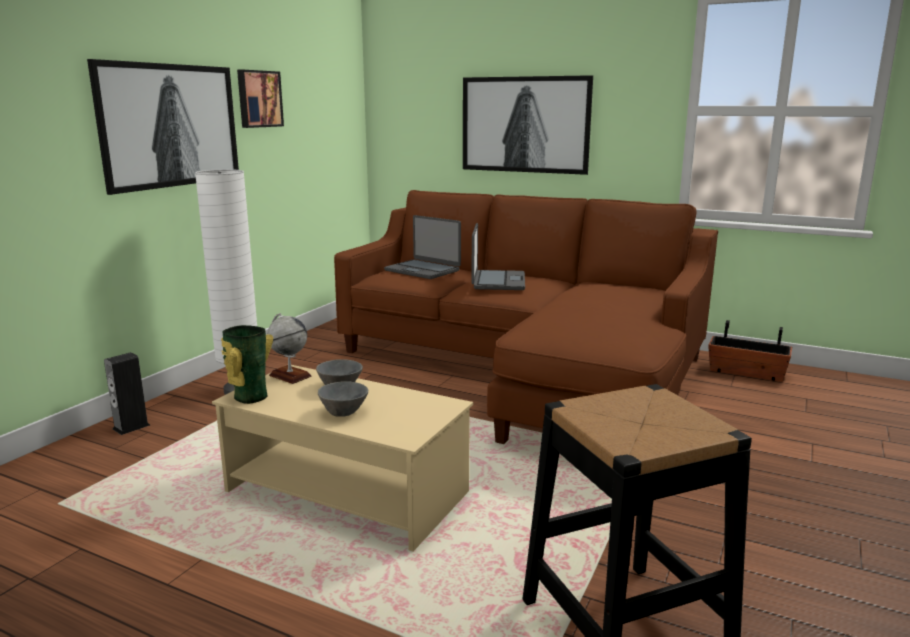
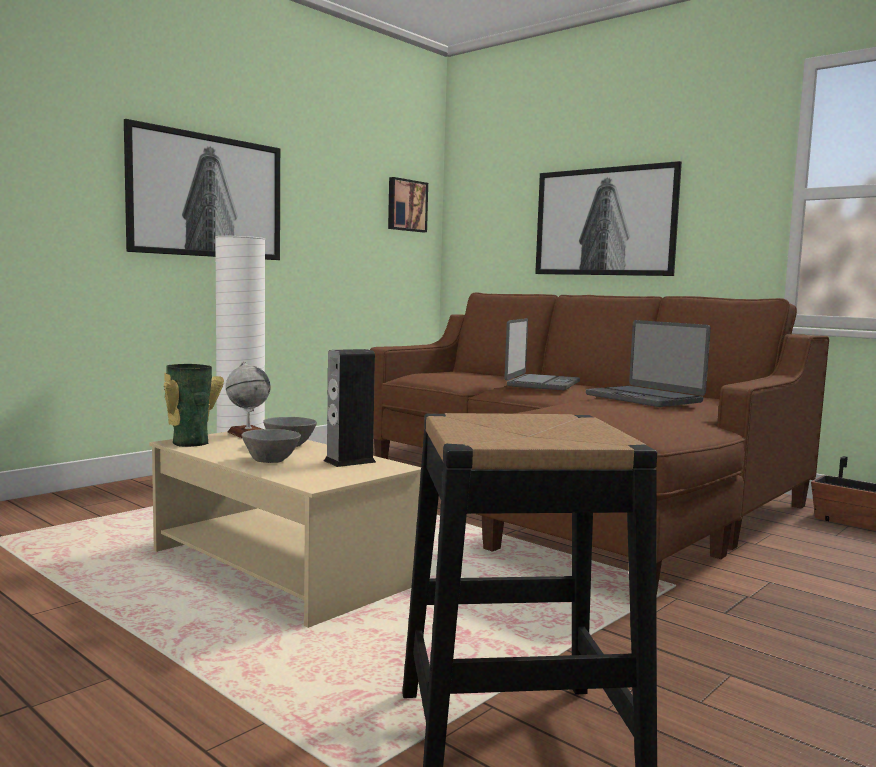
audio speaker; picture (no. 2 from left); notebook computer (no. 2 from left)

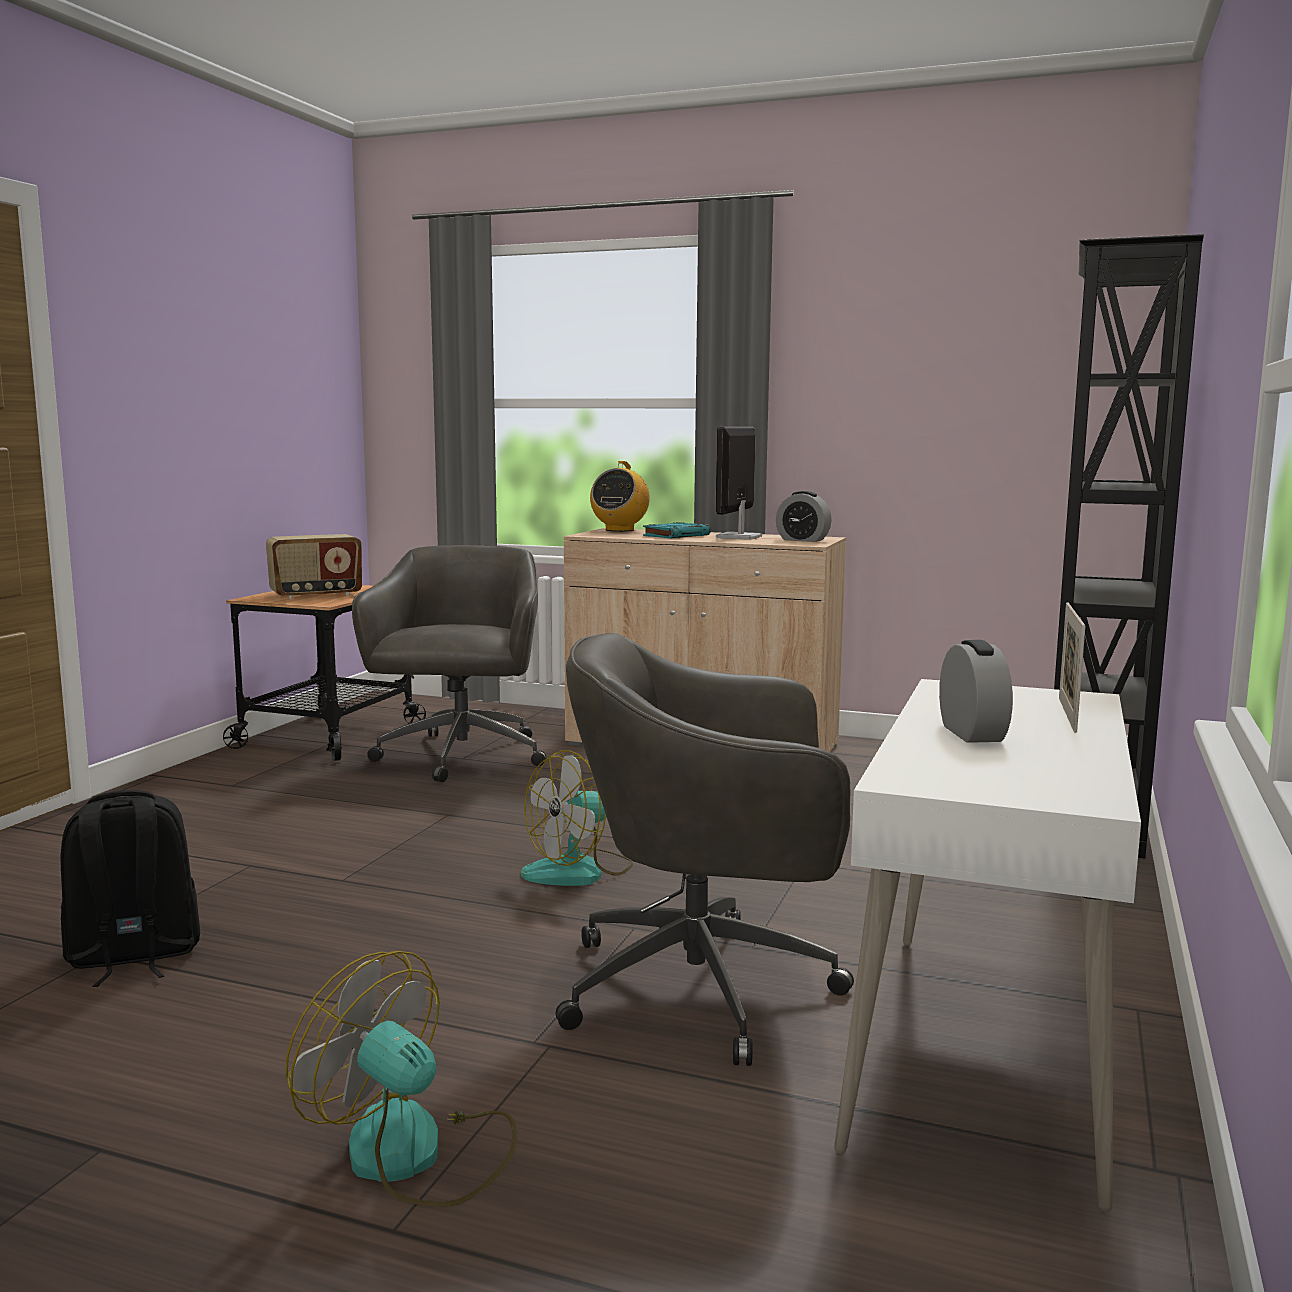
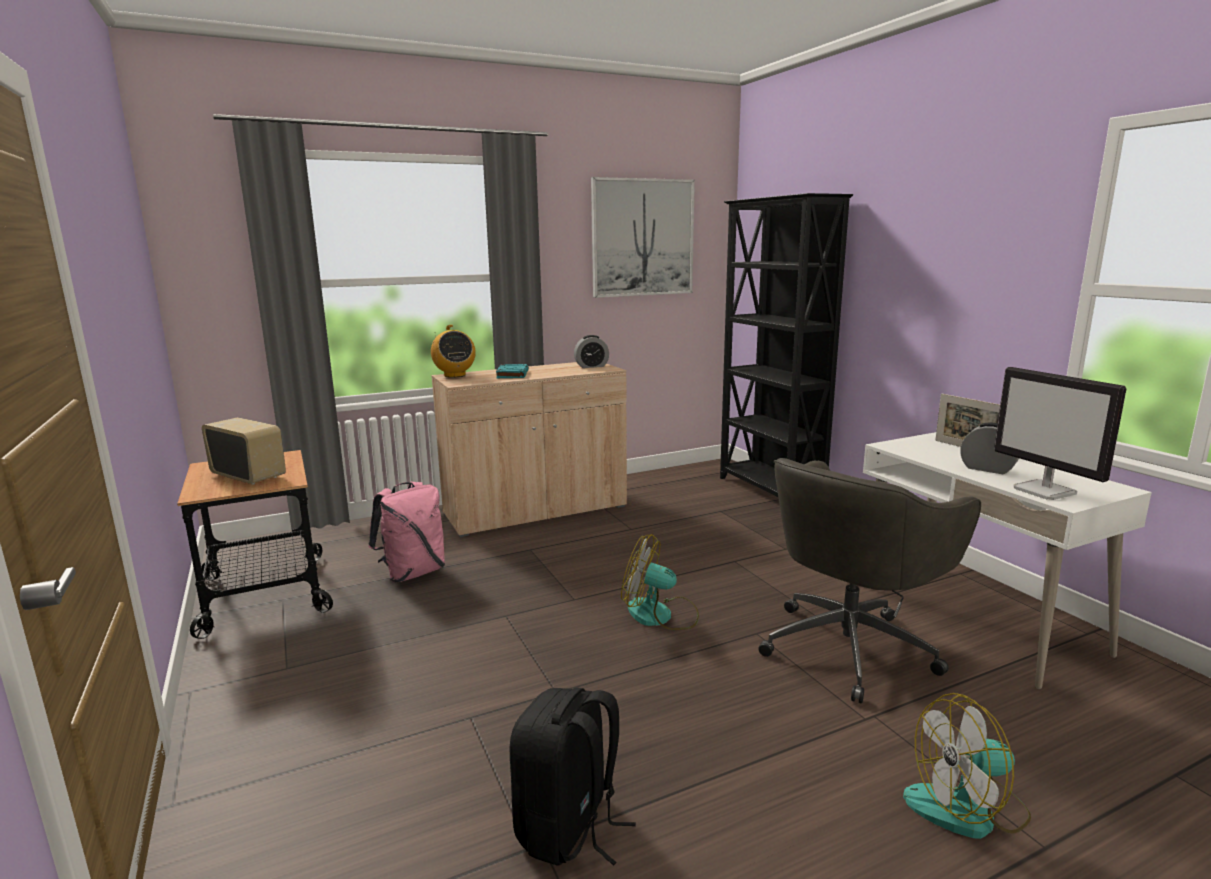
radio receiver (no. 1 from left); rucksack/pink; picture; electric fan (no. 1 from left); computer display

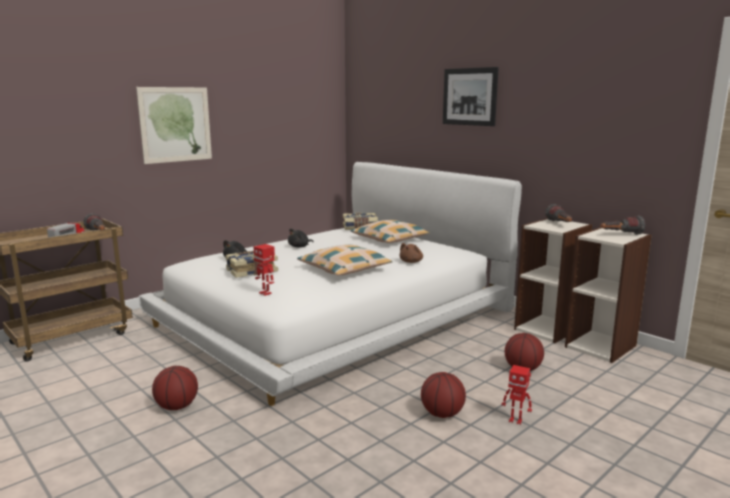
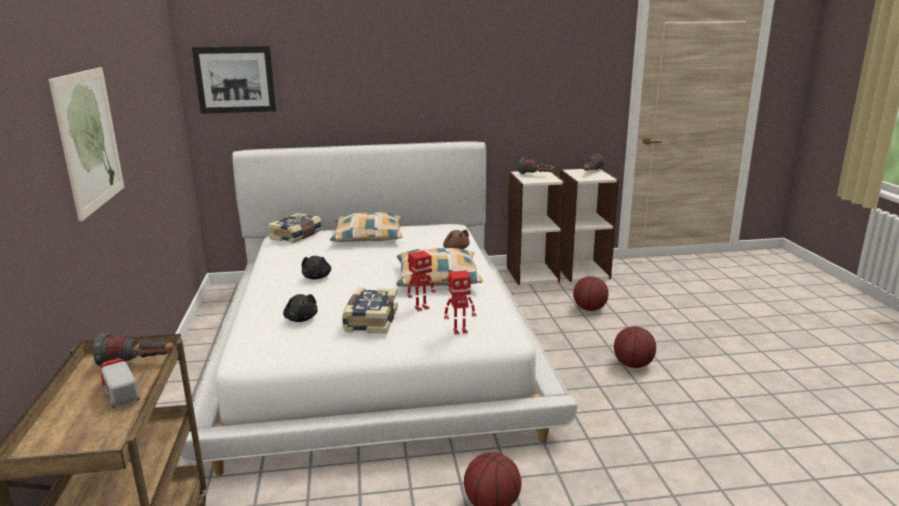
picture (no. 2 from left); model robot (no. 1 from left)

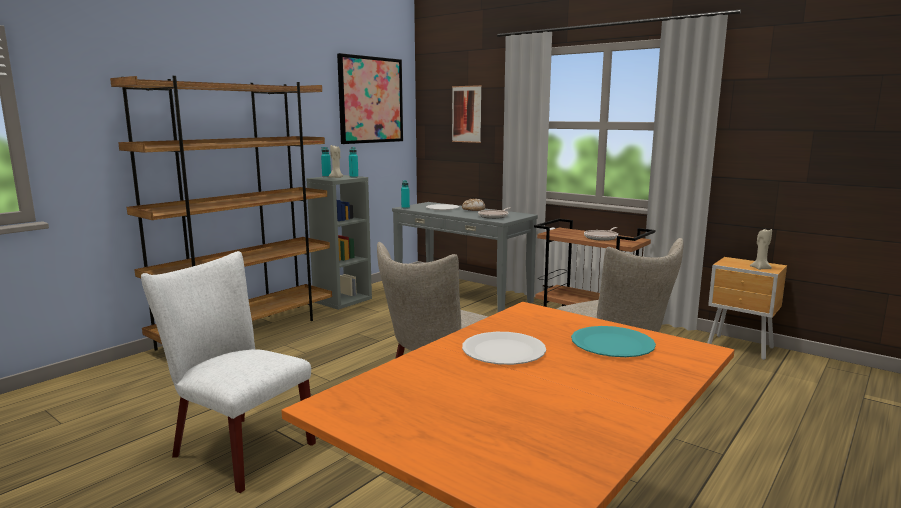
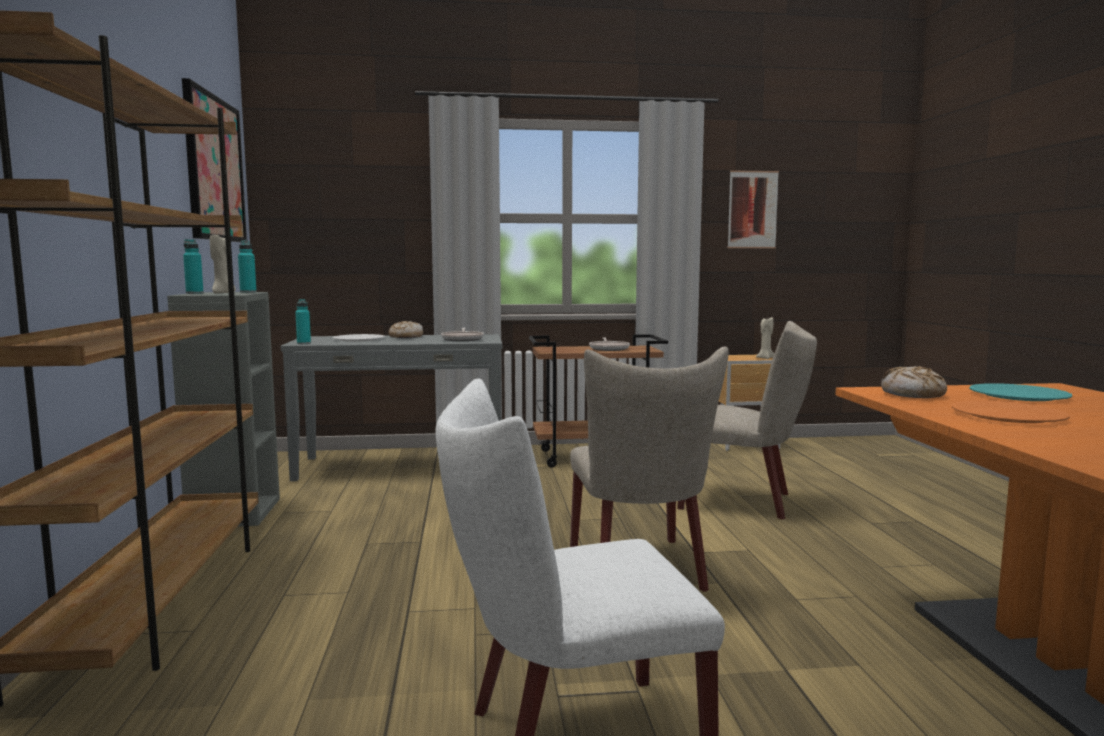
picture (no. 2 from left); baked bread (no. 2 from left); flat dish/orangey

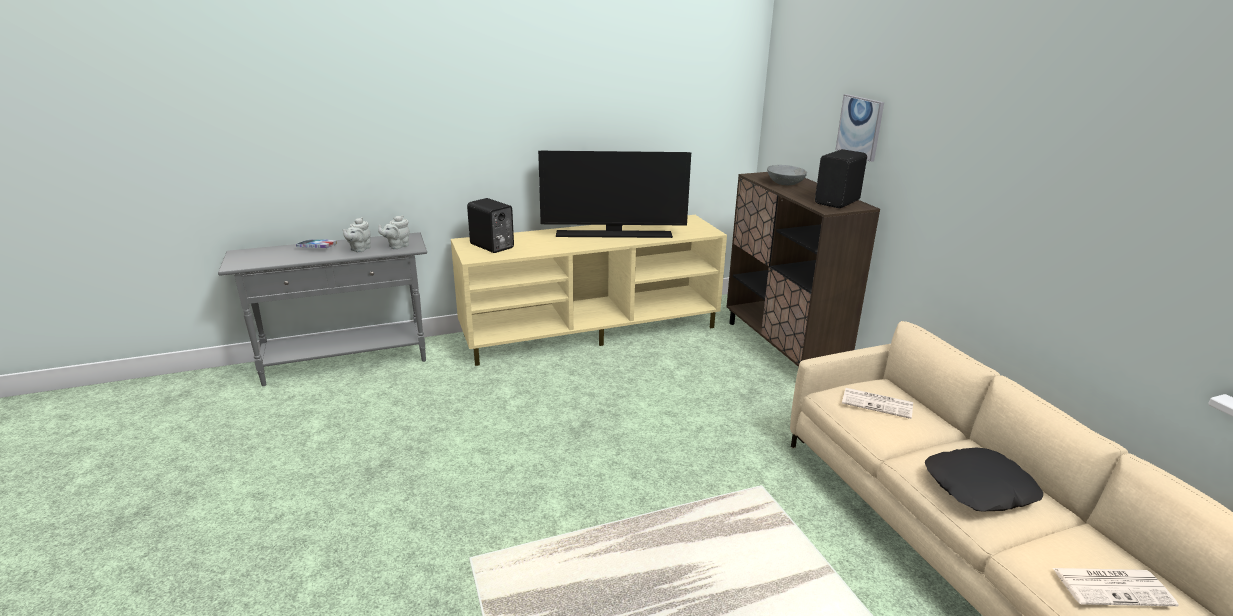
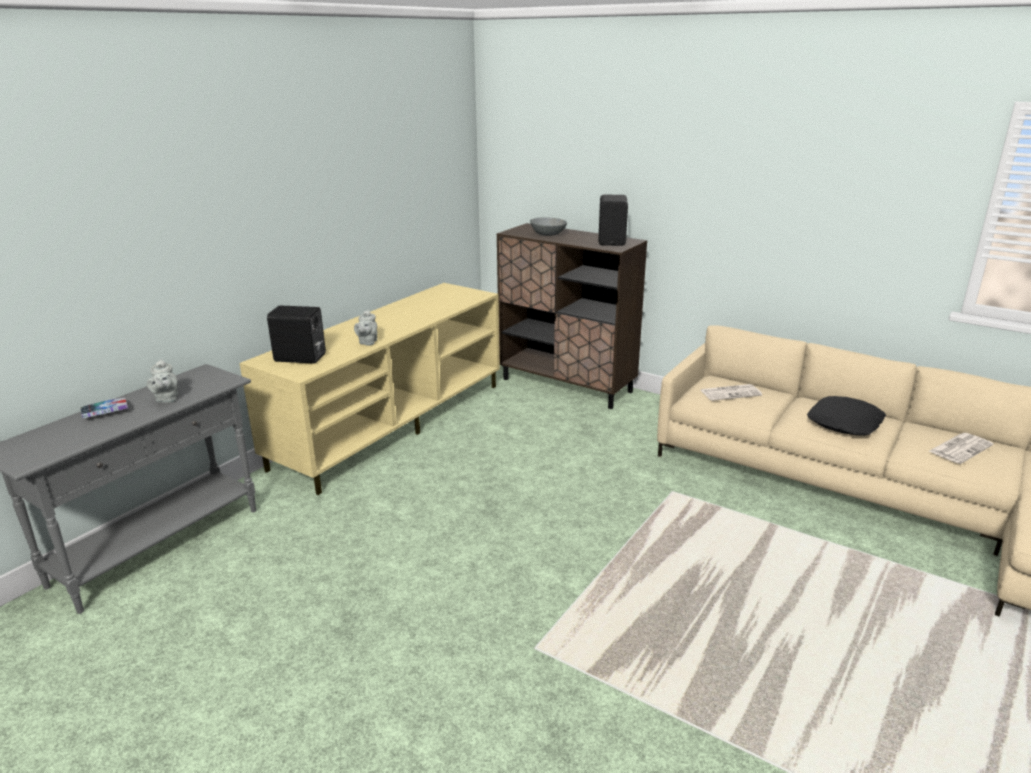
pot for tea/greyish (no. 2 from left); TV; picture

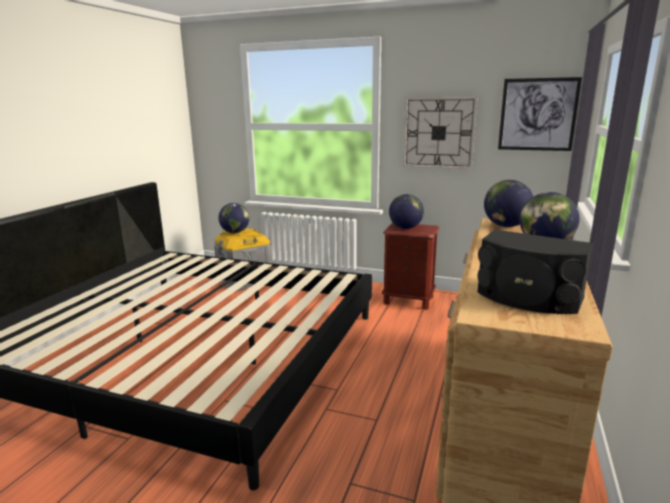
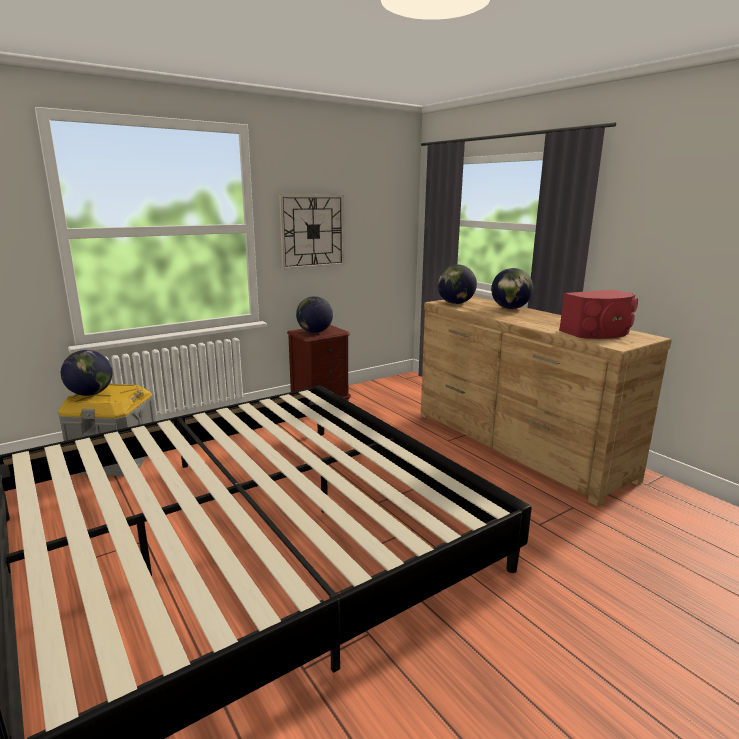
audio speaker/red; picture

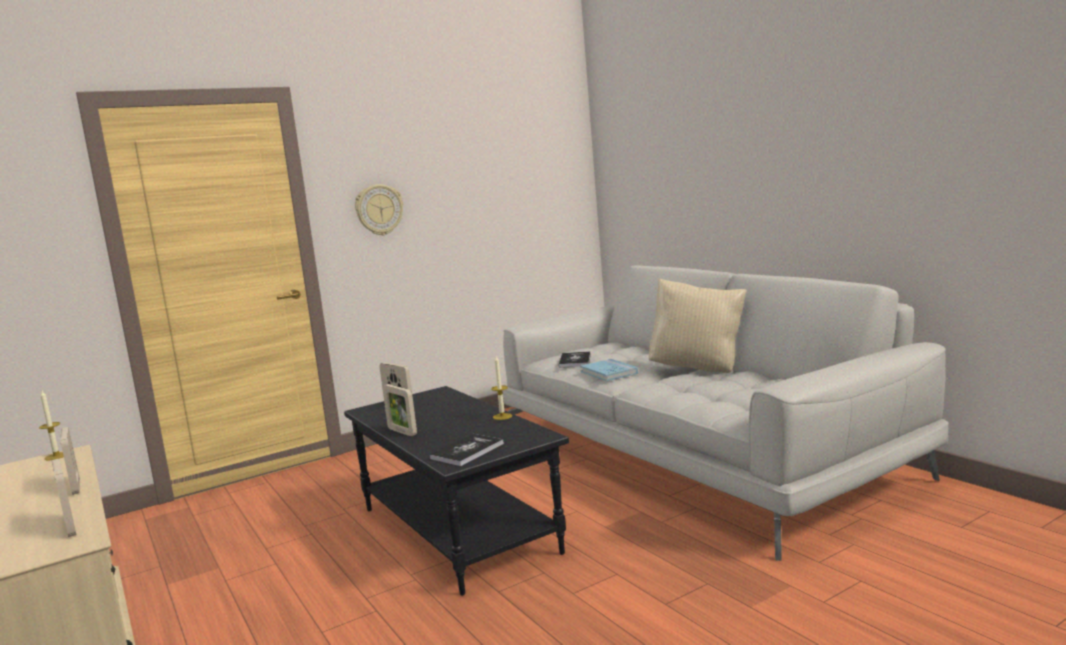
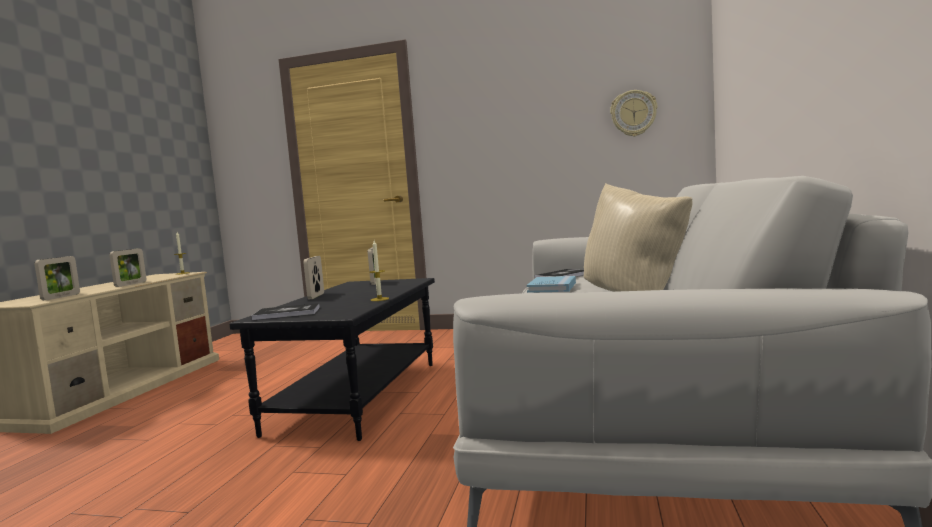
hanging clock

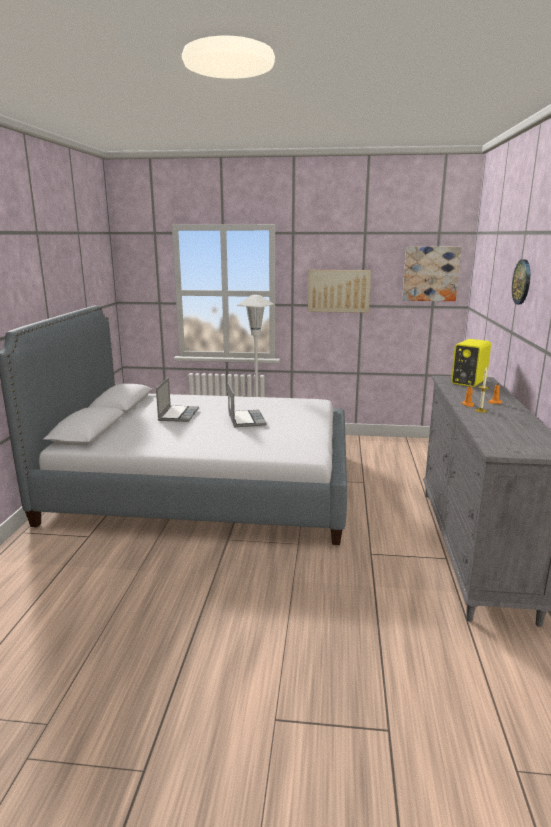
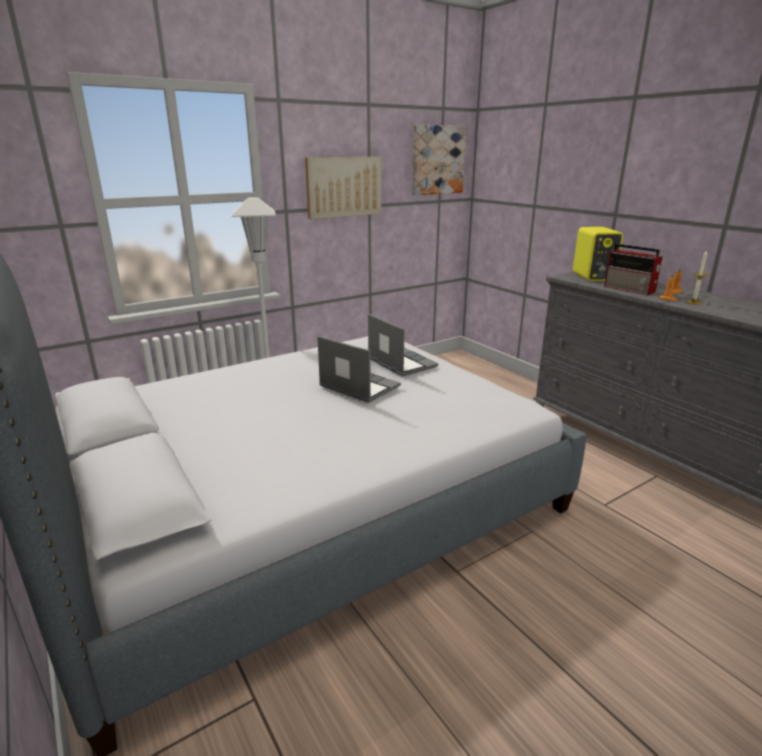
notebook computer (no. 2 from left); radio receiver; hanging clock

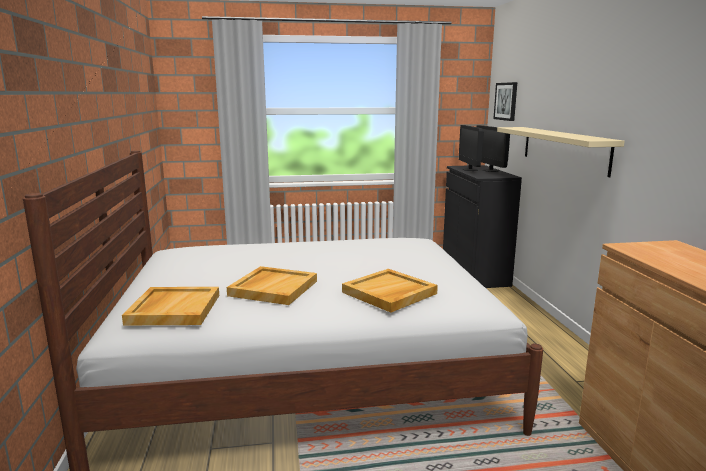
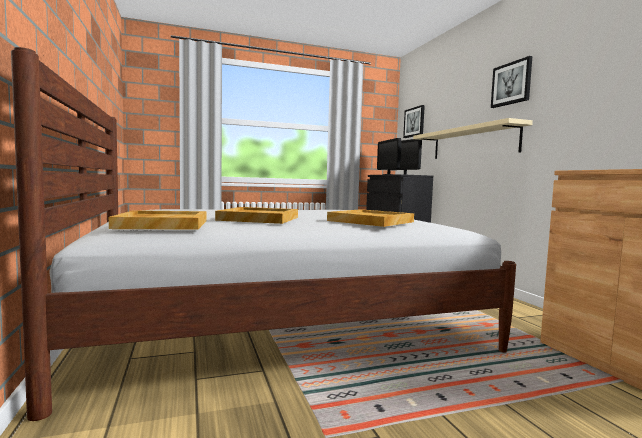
picture (no. 2 from left)

